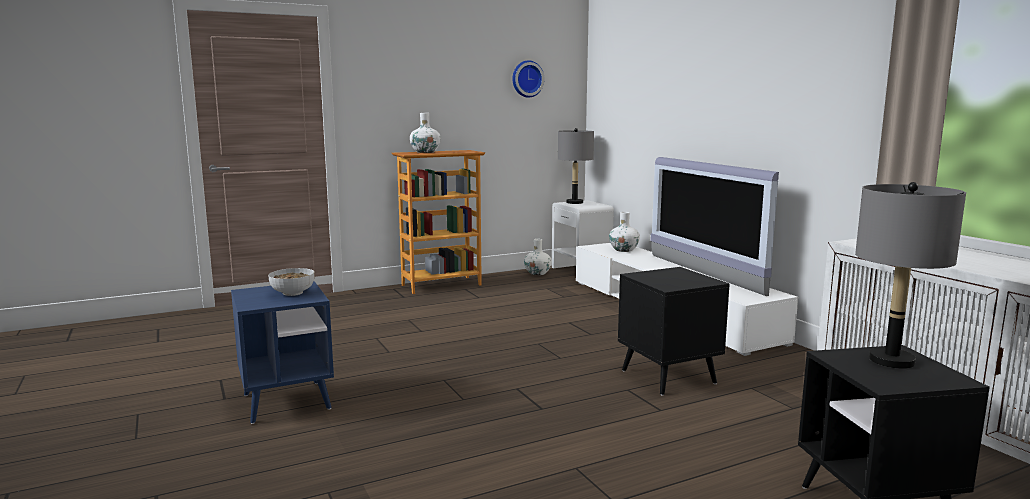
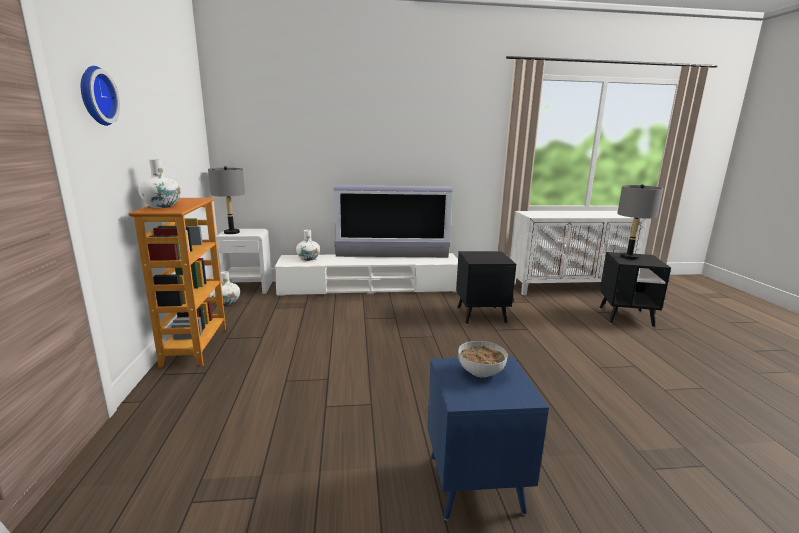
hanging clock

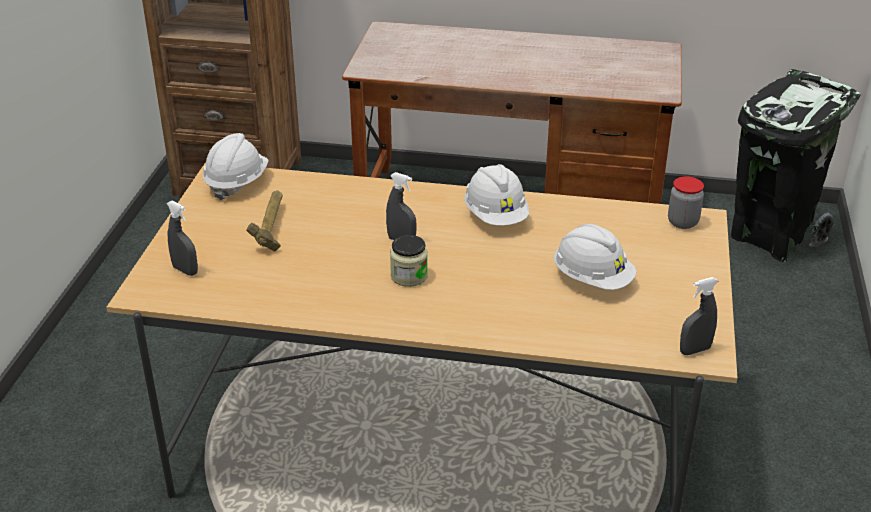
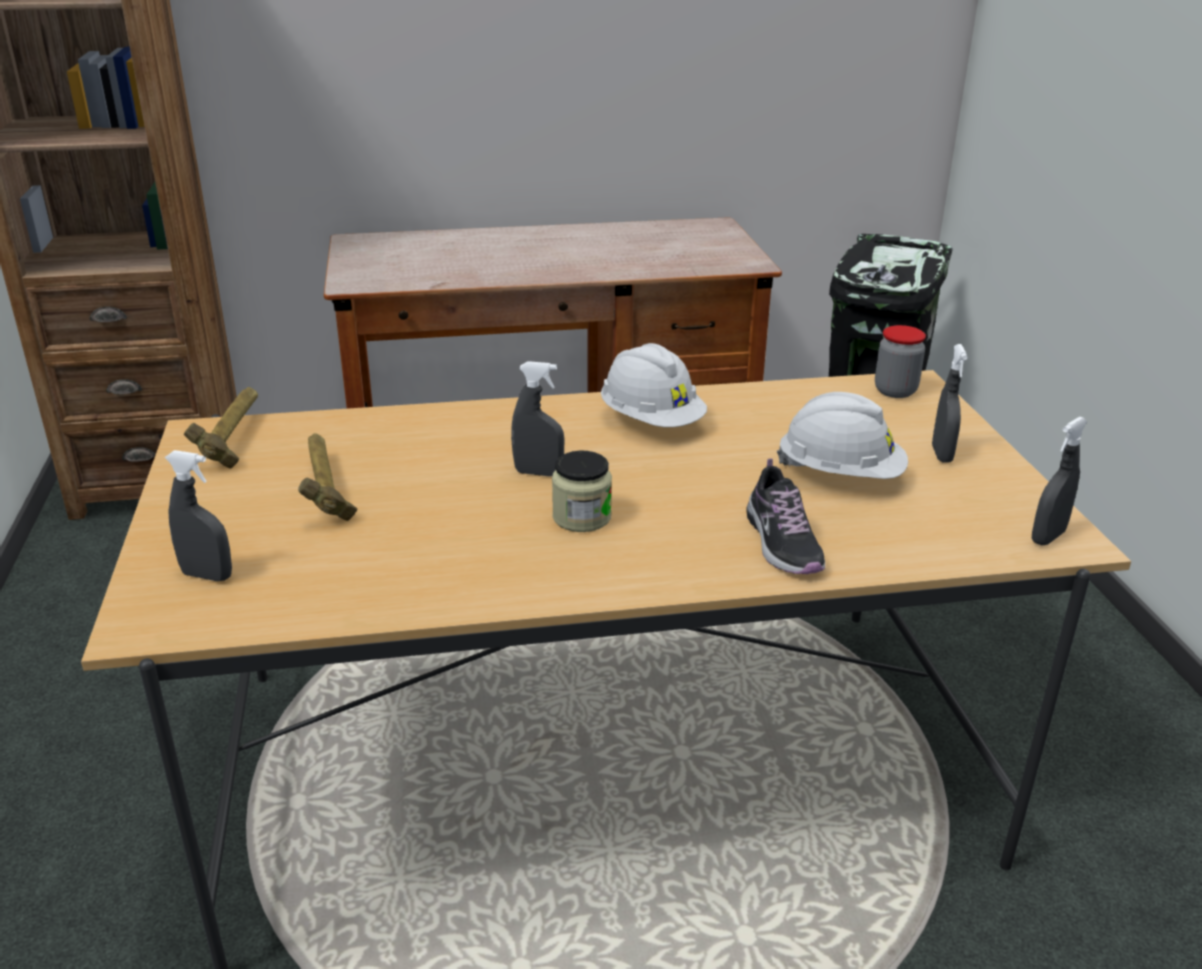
tool hammer (no. 1 from left); item of footwear; sprayer/greyish (no. 3 from left)

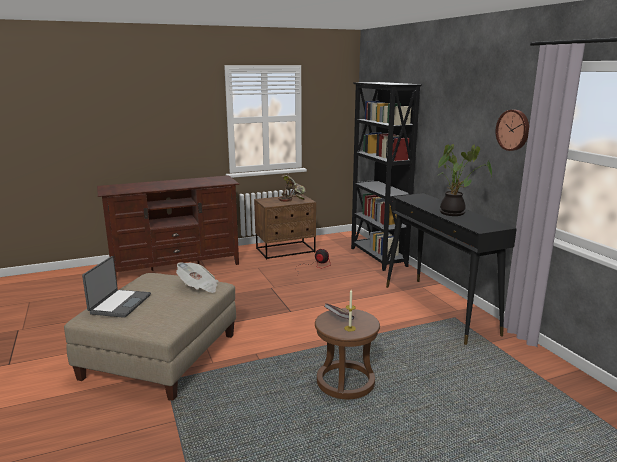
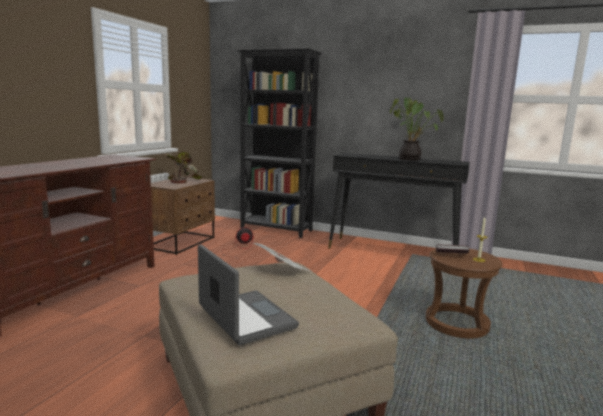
hanging clock

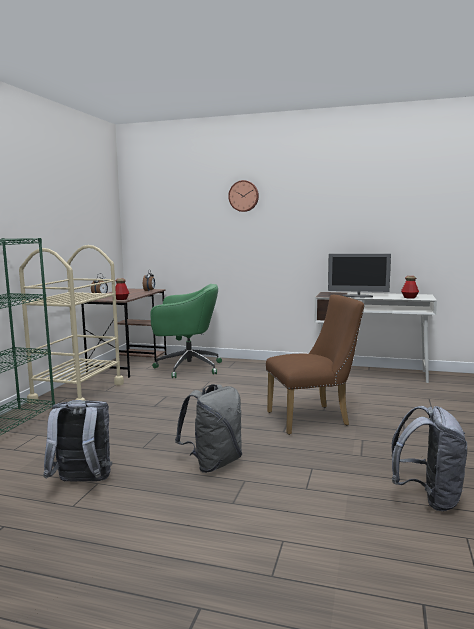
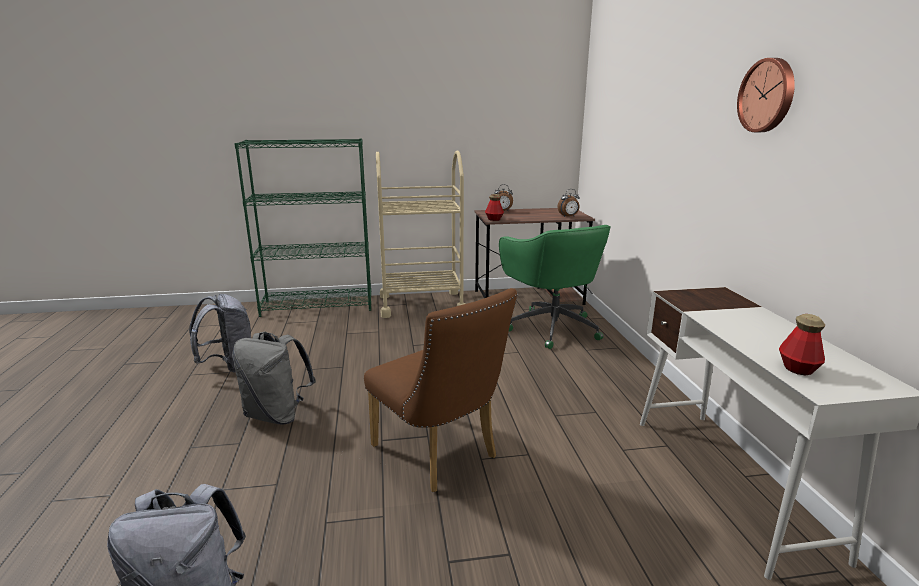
hanging clock; computer display

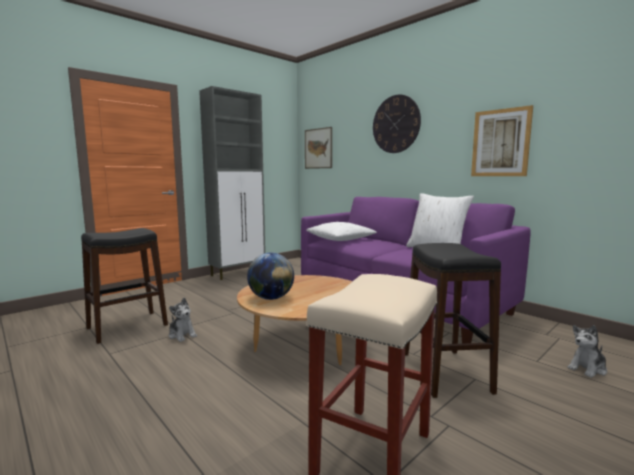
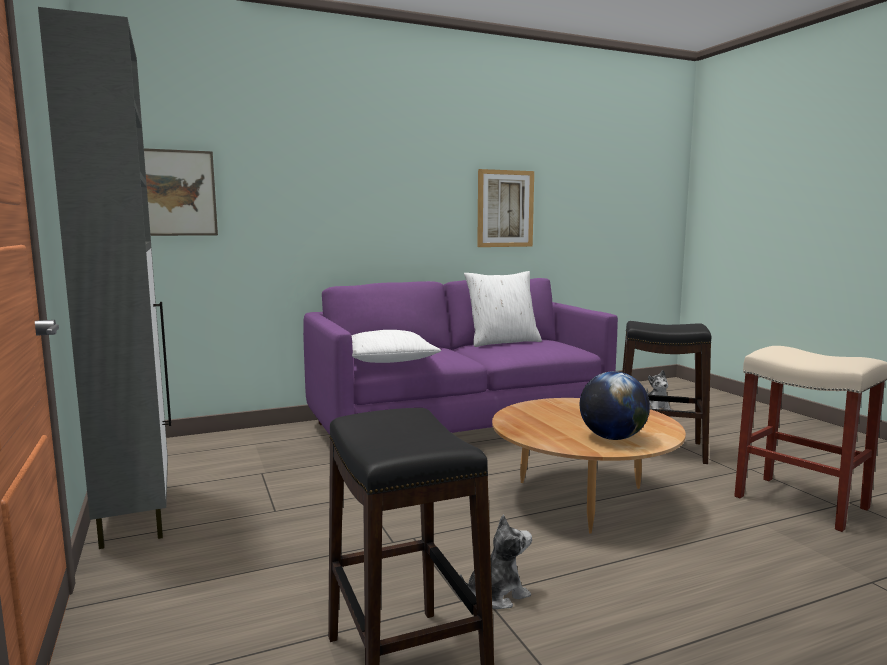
hanging clock

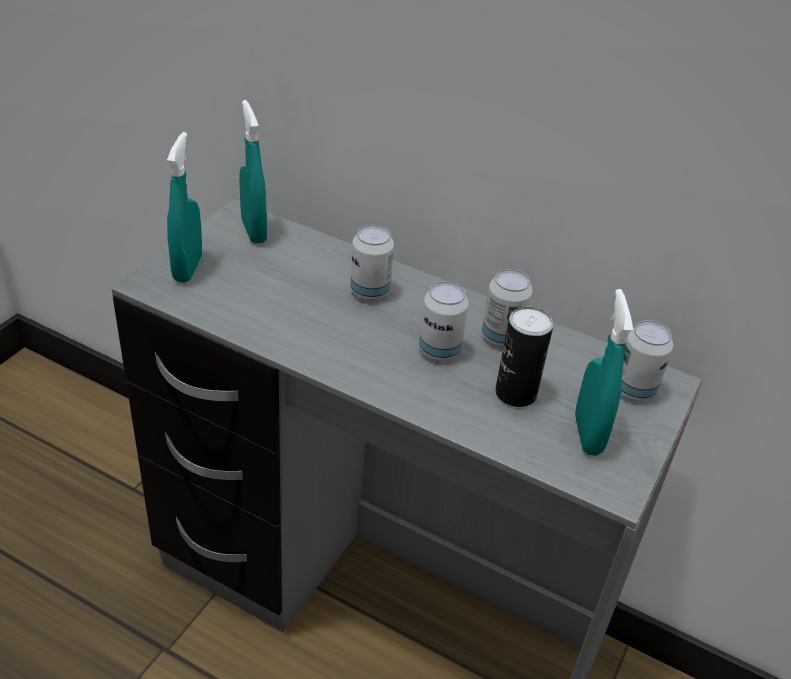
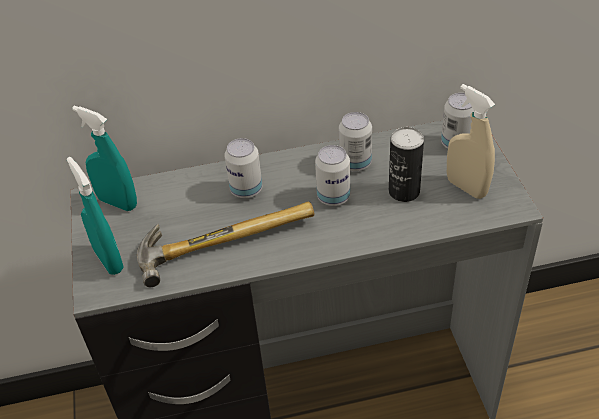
tool hammer; sprayer/beige

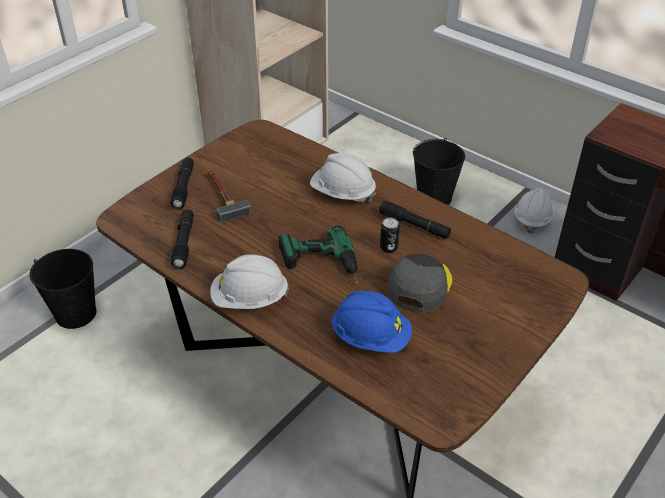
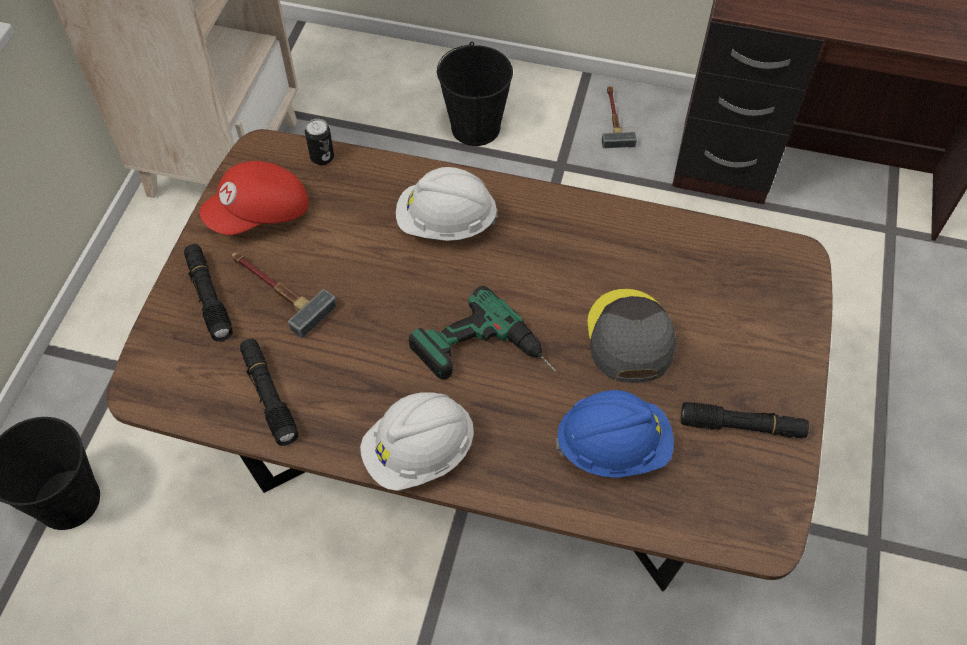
baseball cap/red; can; tool hammer (no. 2 from left); hand torch/black (no. 3 from left)

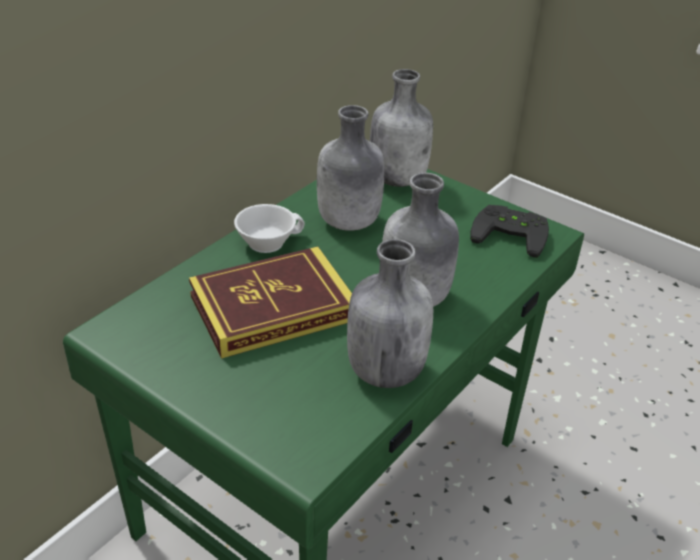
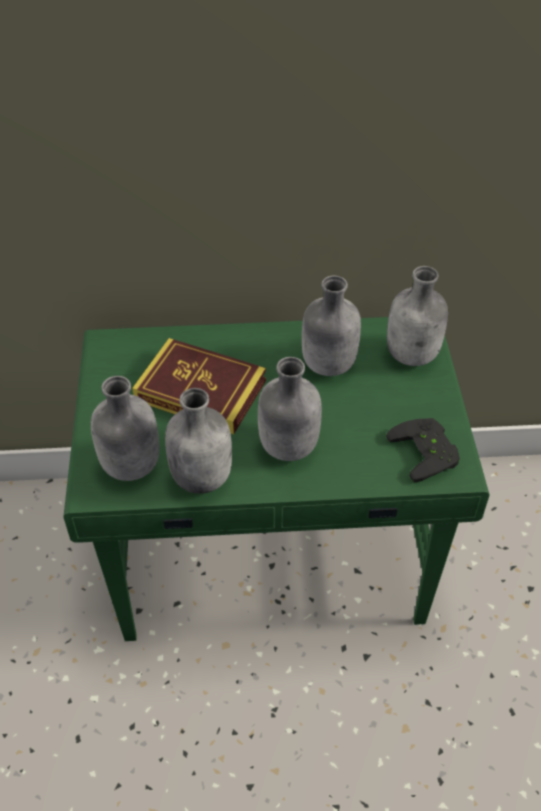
beverage bottle/greyish (no. 1 from left); drinking cup/whitish

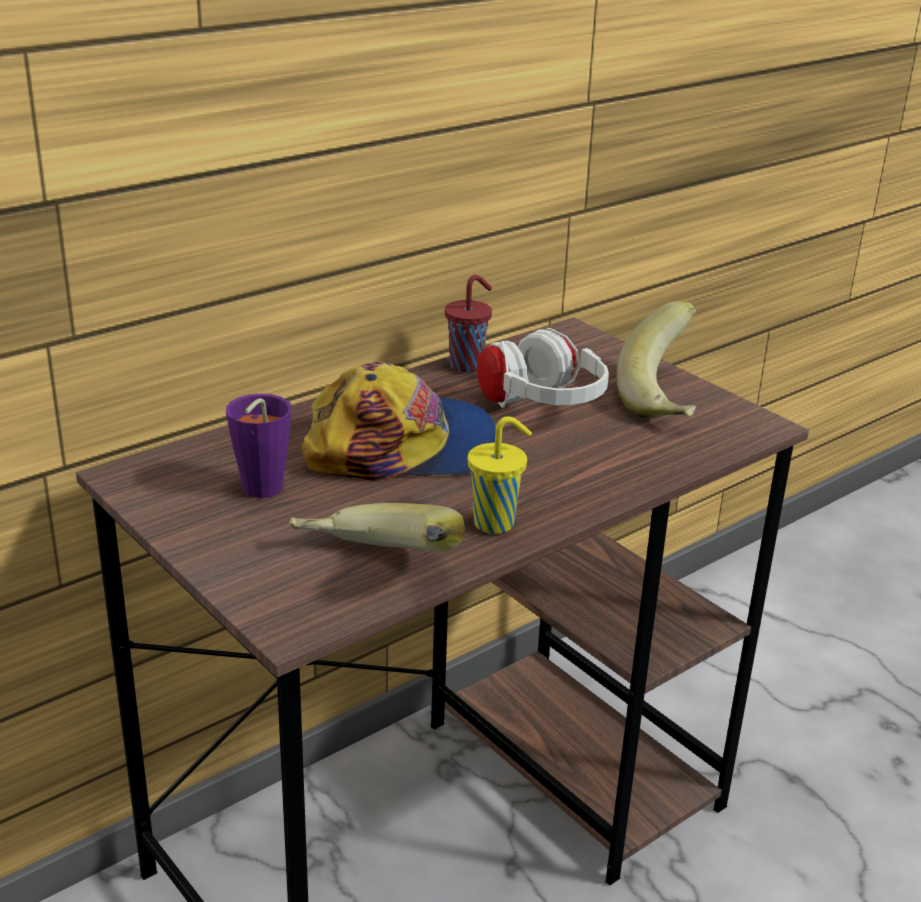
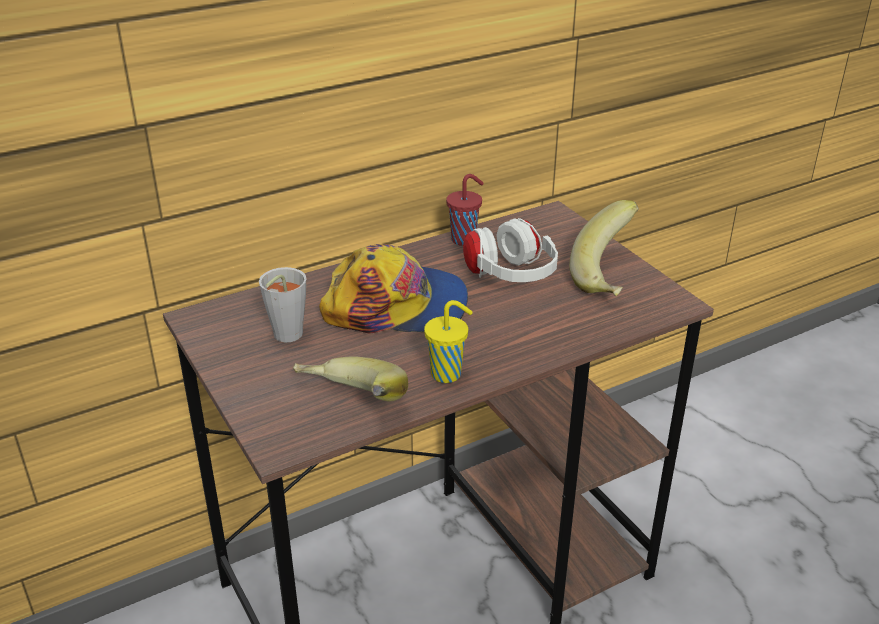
drinking cup/greyish

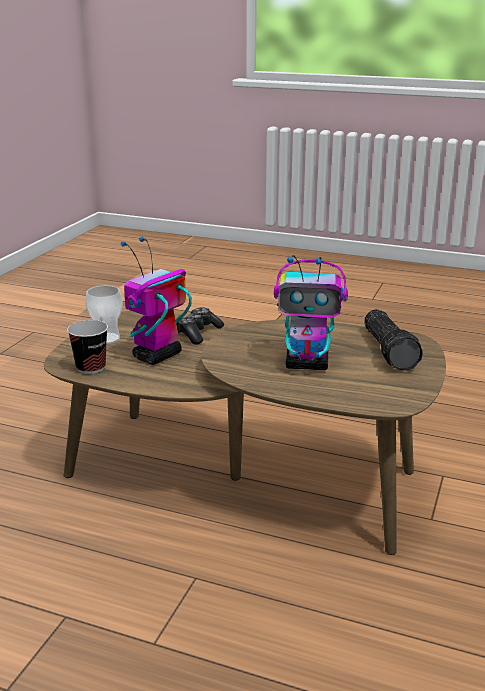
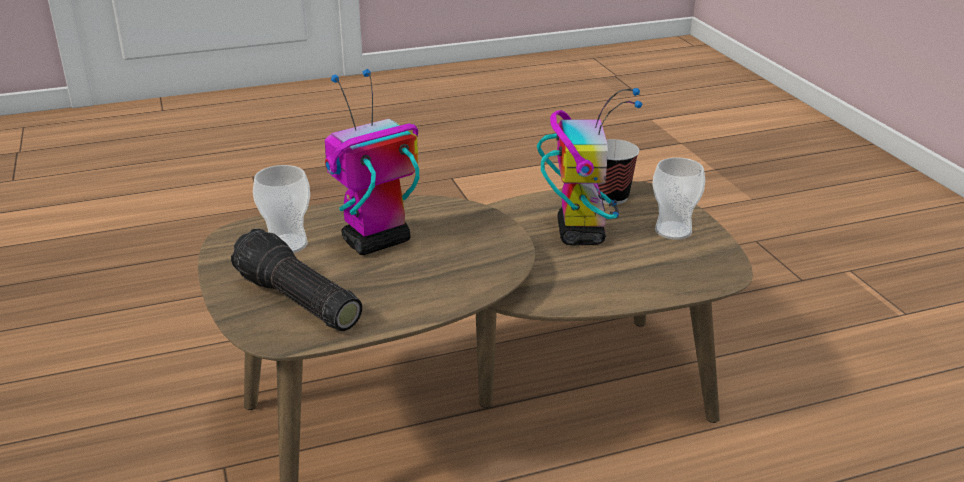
drinking cup (no. 1 from left); joypad

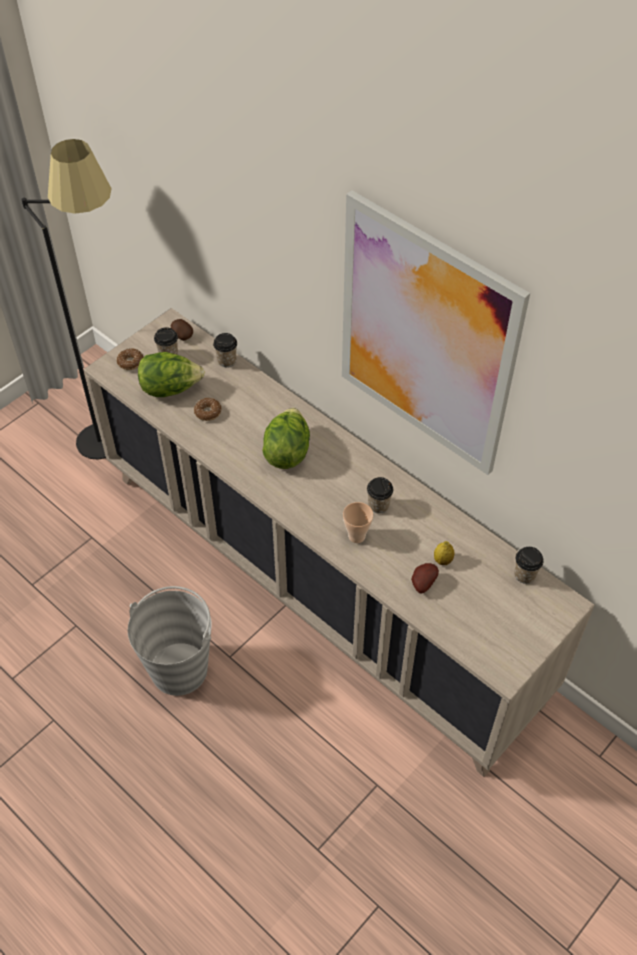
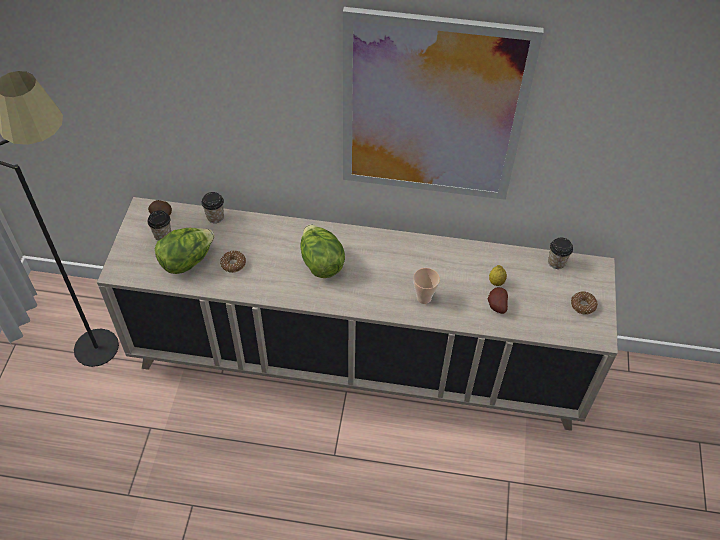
donut (no. 2 from left); pail/greyish; drinking cup (no. 4 from left in the first image)

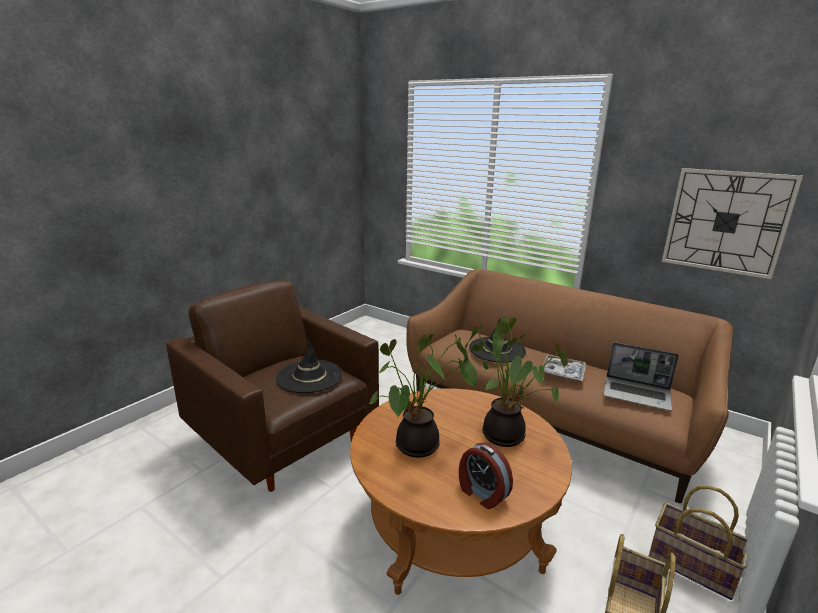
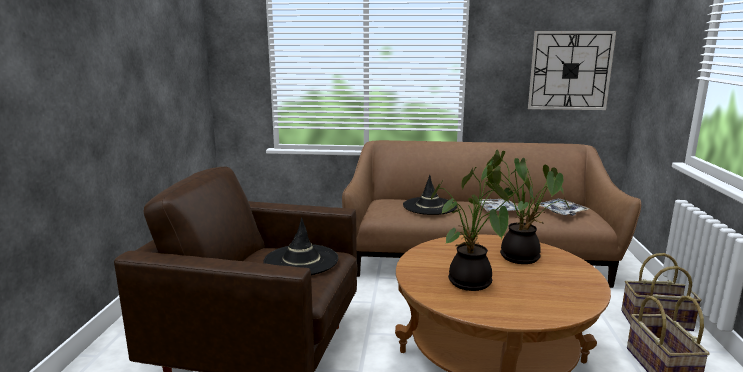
tray (no. 2 from left); bedside clock

